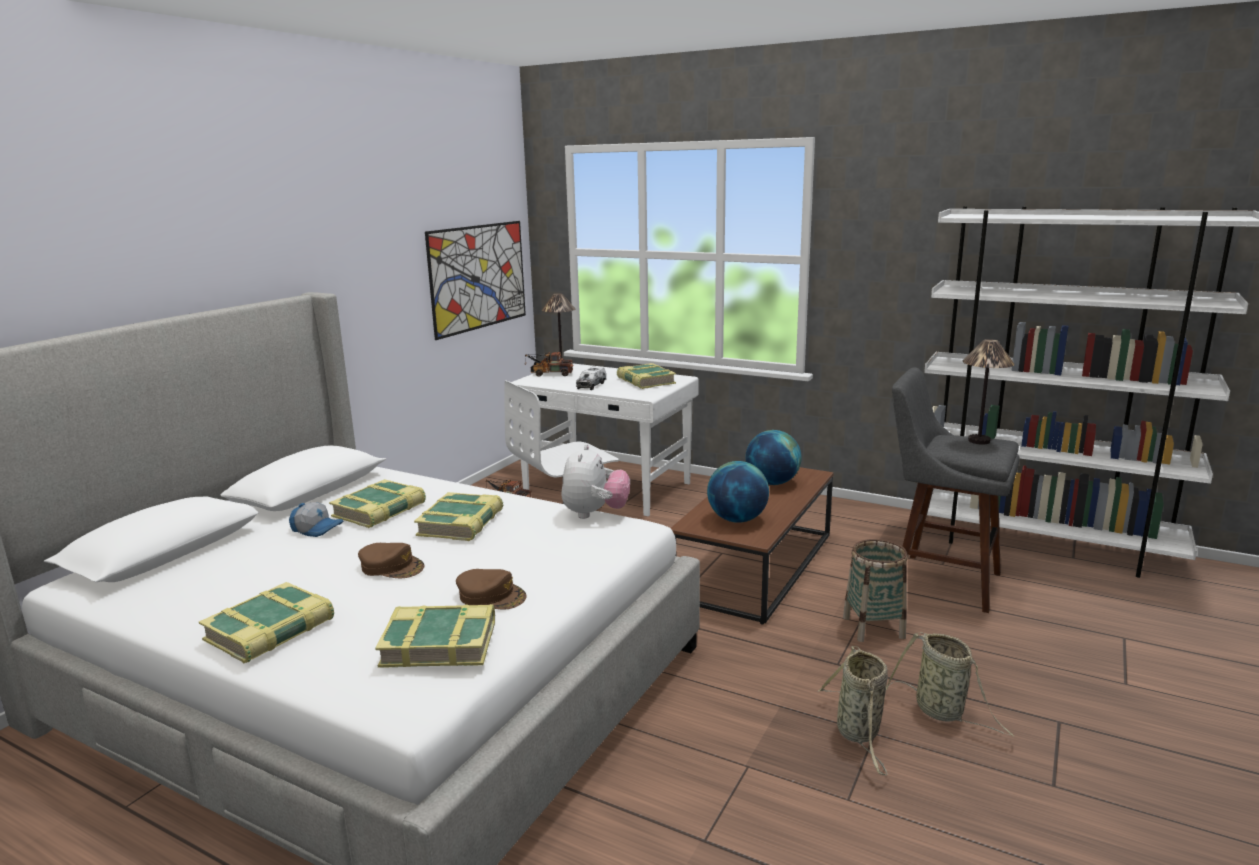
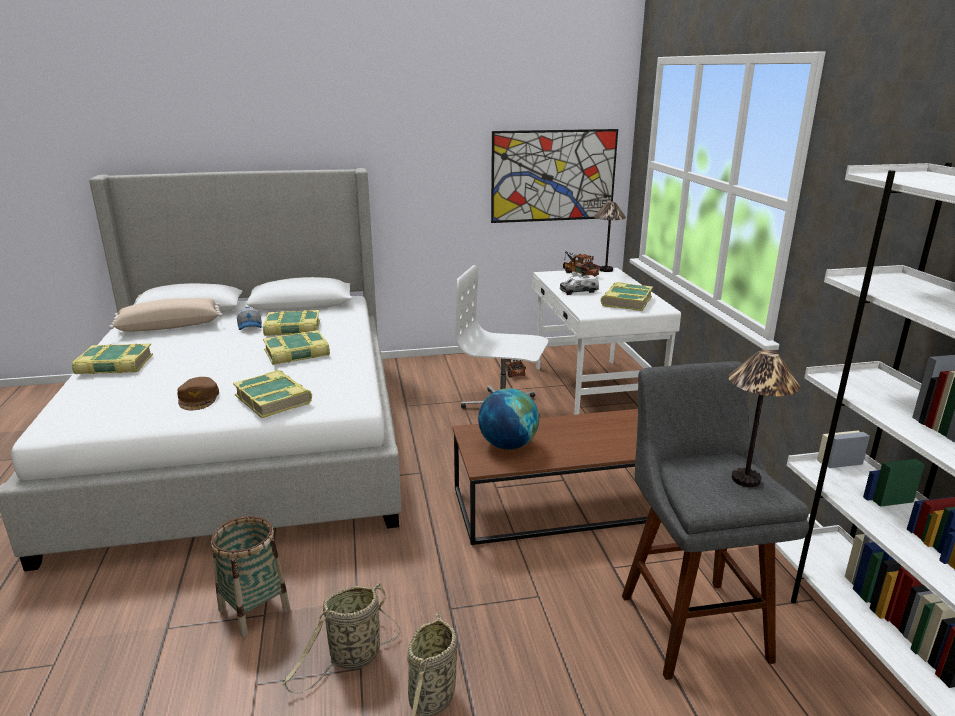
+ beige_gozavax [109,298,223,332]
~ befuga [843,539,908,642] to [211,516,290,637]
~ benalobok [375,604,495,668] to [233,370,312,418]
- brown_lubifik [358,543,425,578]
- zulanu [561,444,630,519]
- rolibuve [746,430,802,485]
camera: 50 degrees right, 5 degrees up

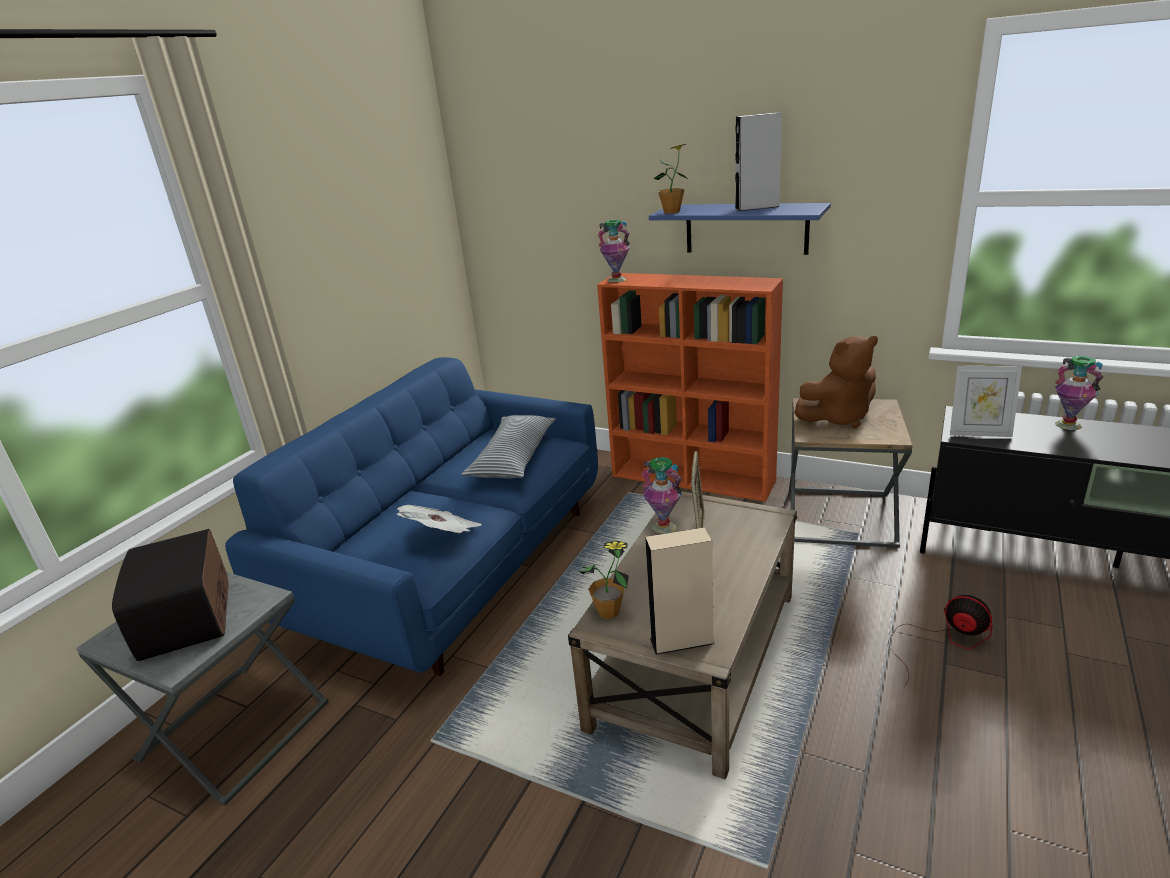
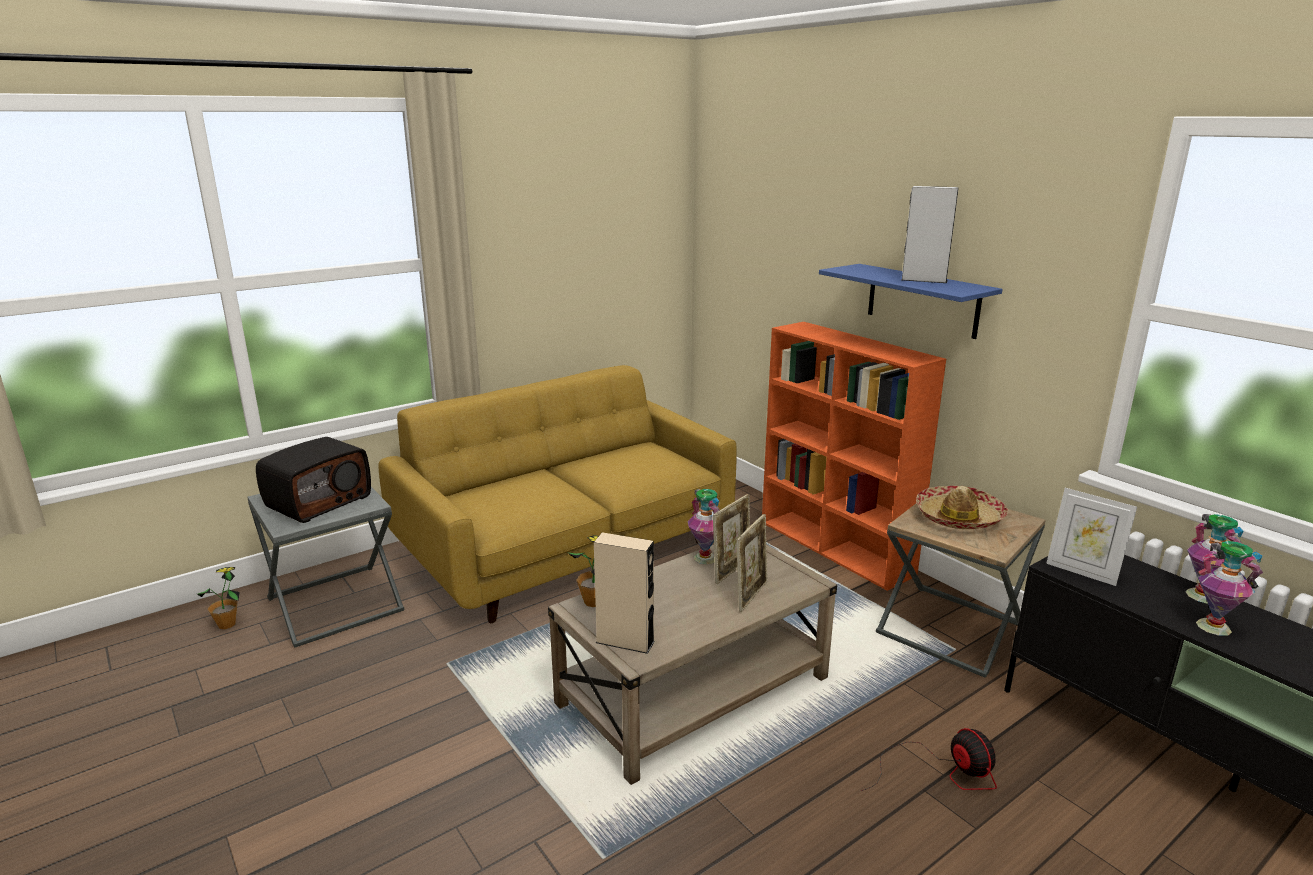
~ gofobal [653,144,686,214] to [197,567,240,629]
~ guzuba [112,529,229,661] = [256,437,371,523] 150 degrees counterclockwise
~ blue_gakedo [225,357,598,676] to yellow_gakedo [378,365,737,623]
+ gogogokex [736,514,768,612]
~ brown_zulanu [795,336,878,428] to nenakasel [916,486,1008,529]
~ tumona [598,220,630,283] to [1196,541,1263,636]
- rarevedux [396,505,482,533]
- gozavax [461,415,556,479]
camera: 25 degrees right, 5 degrees down

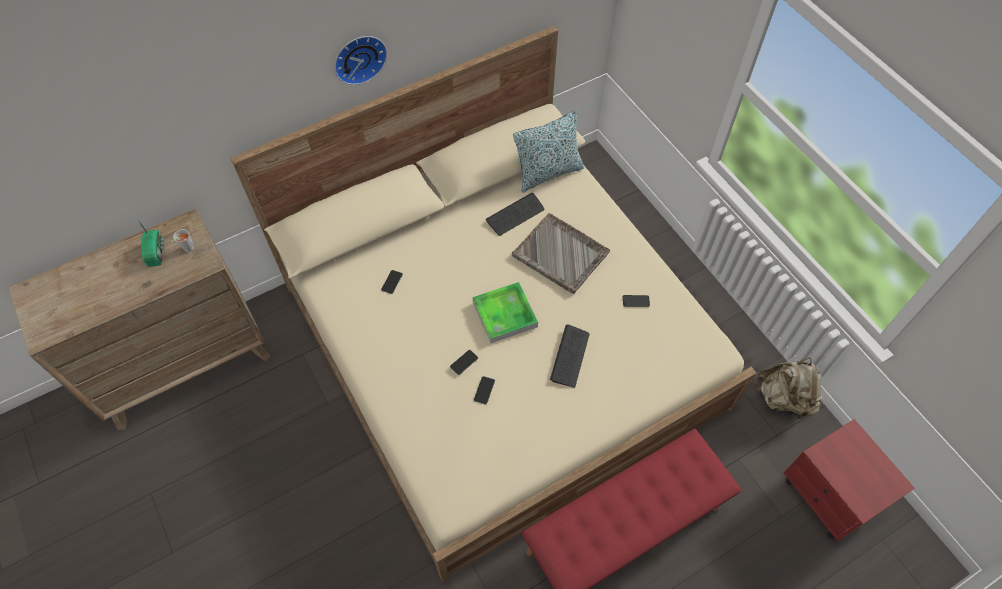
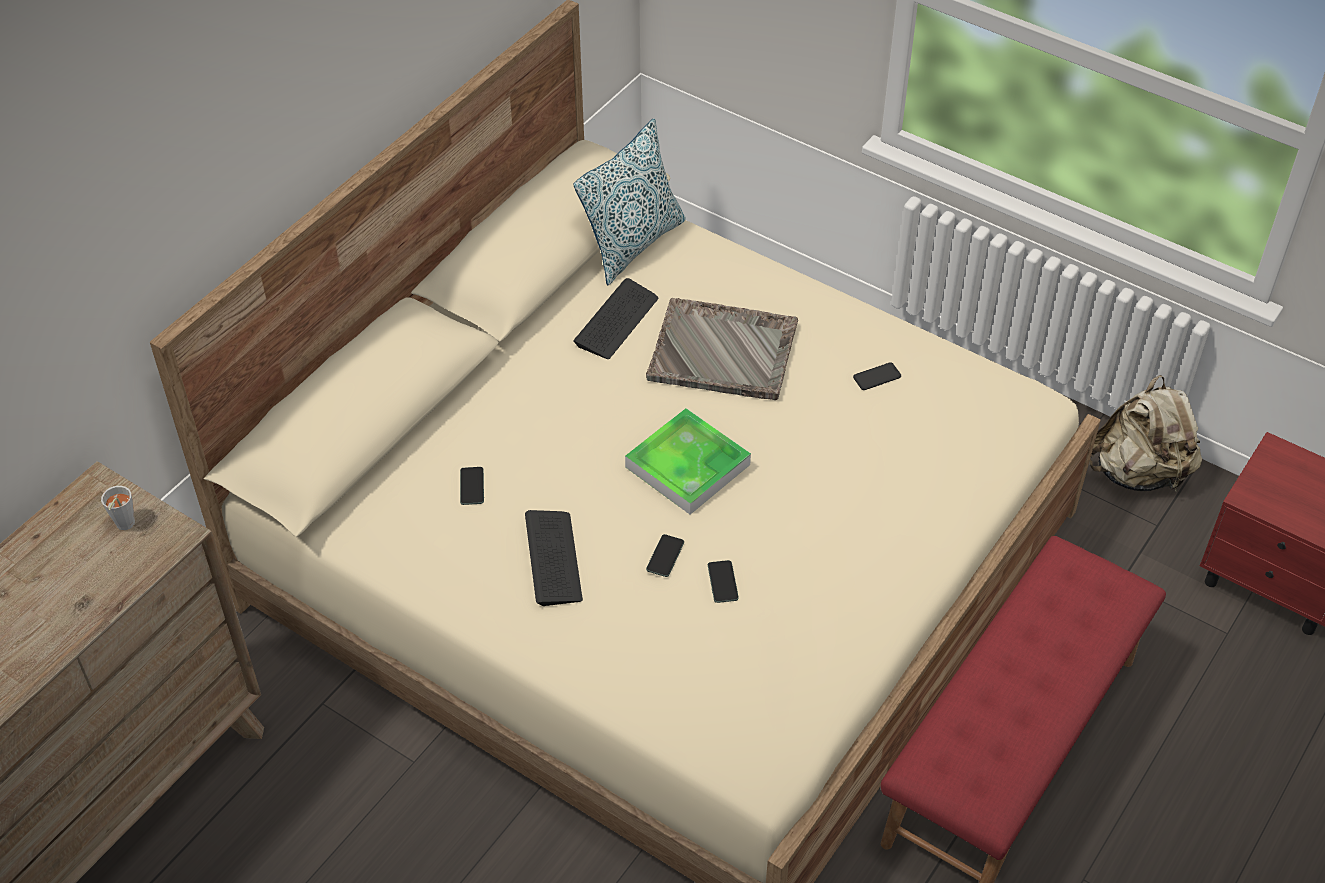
~ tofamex [550,324,590,388] to [525,510,583,606]
- guzuba [136,217,165,267]
- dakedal [334,36,387,85]
camera: 25 degrees left, 10 degrees down

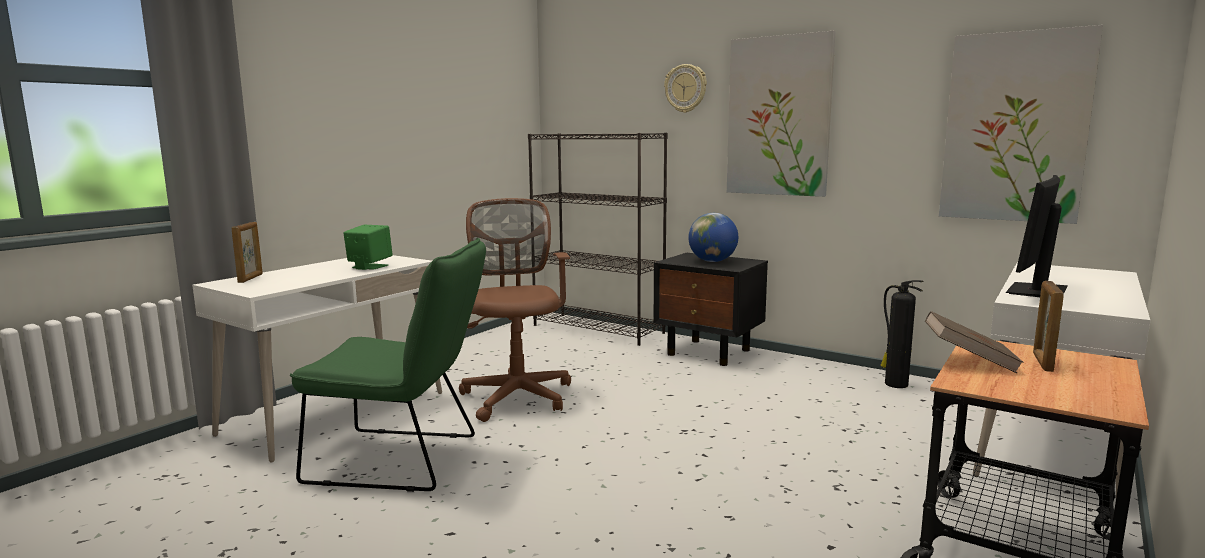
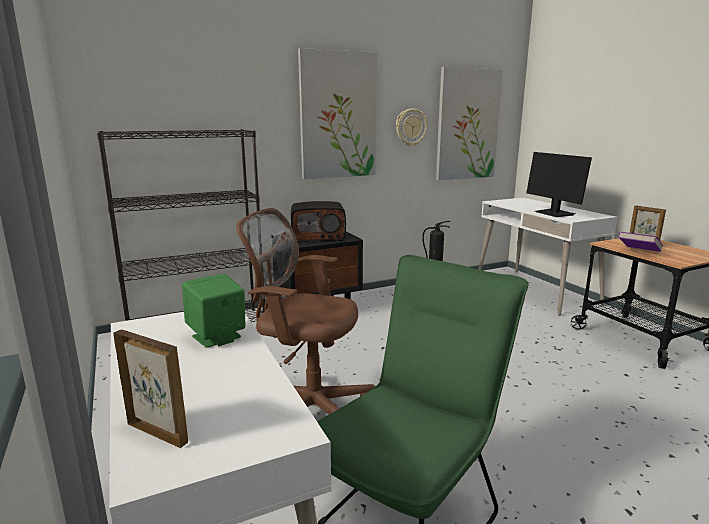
~ rolibuve [688,213,738,262] to guzuba [291,201,346,243]
~ dakedal [664,64,707,113] to [396,109,428,147]
~ brown_benalobok [925,311,1024,373] to purple_benalobok [618,232,663,252]
camera: 60 degrees left, 5 degrees up

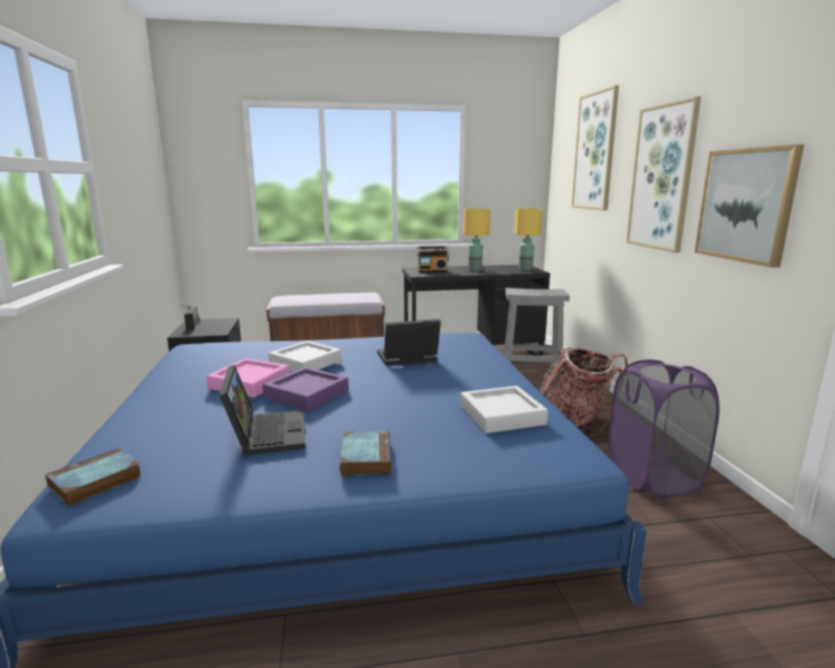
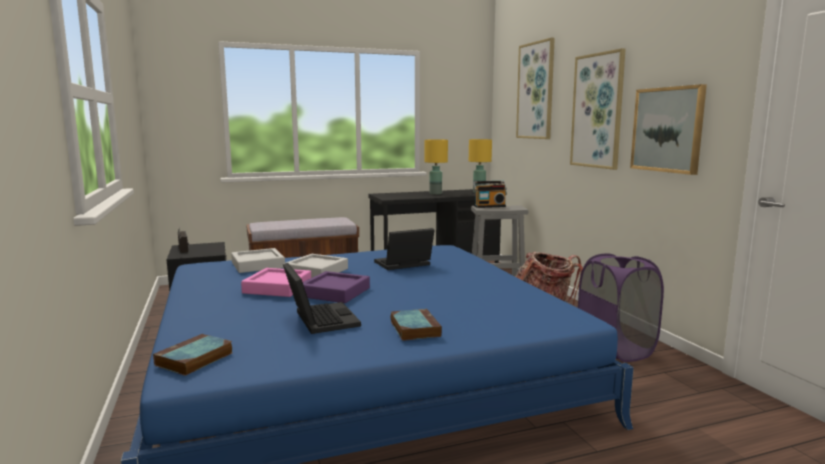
~ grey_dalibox [461,386,548,433] to [231,248,285,273]
~ guzuba [417,246,450,273] to [473,181,507,208]
camera: 10 degrees left, 5 degrees down

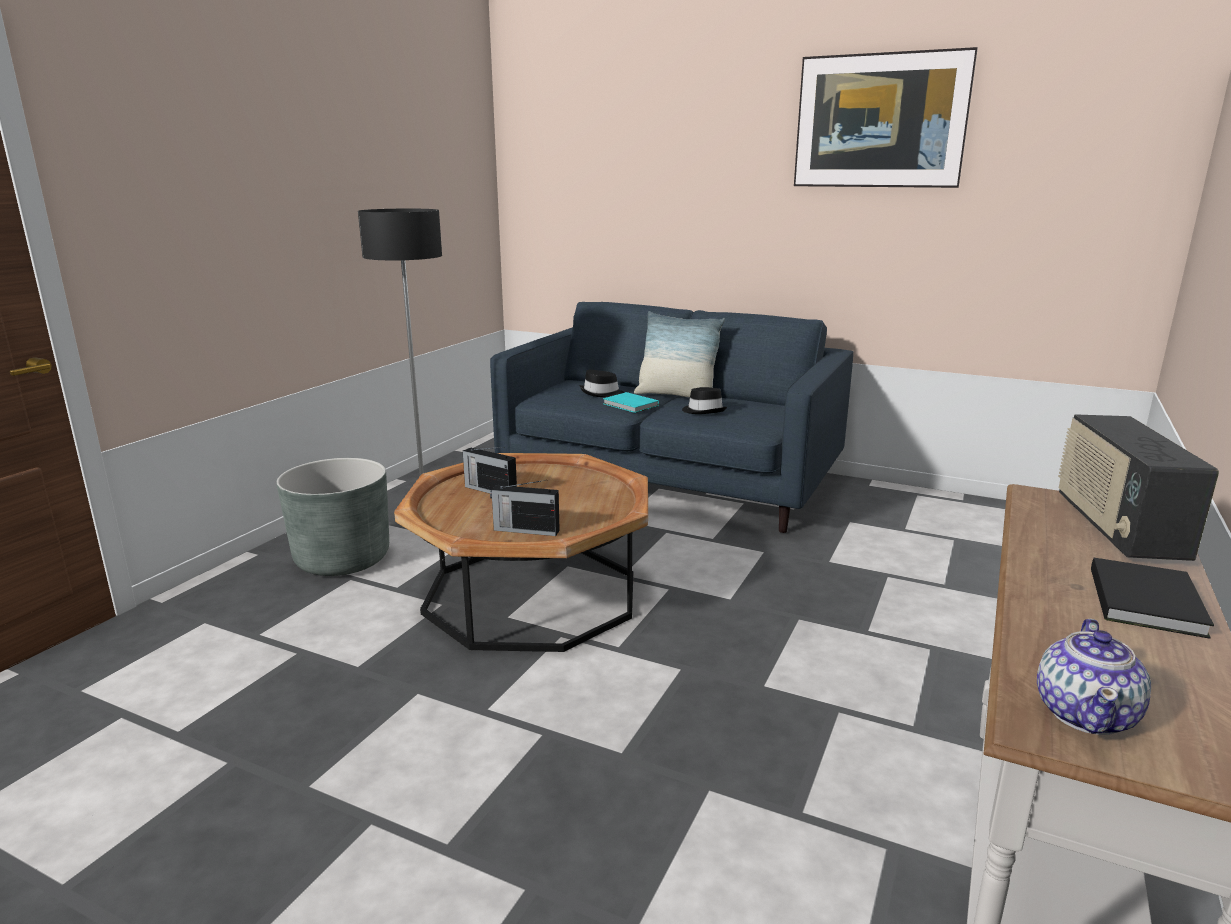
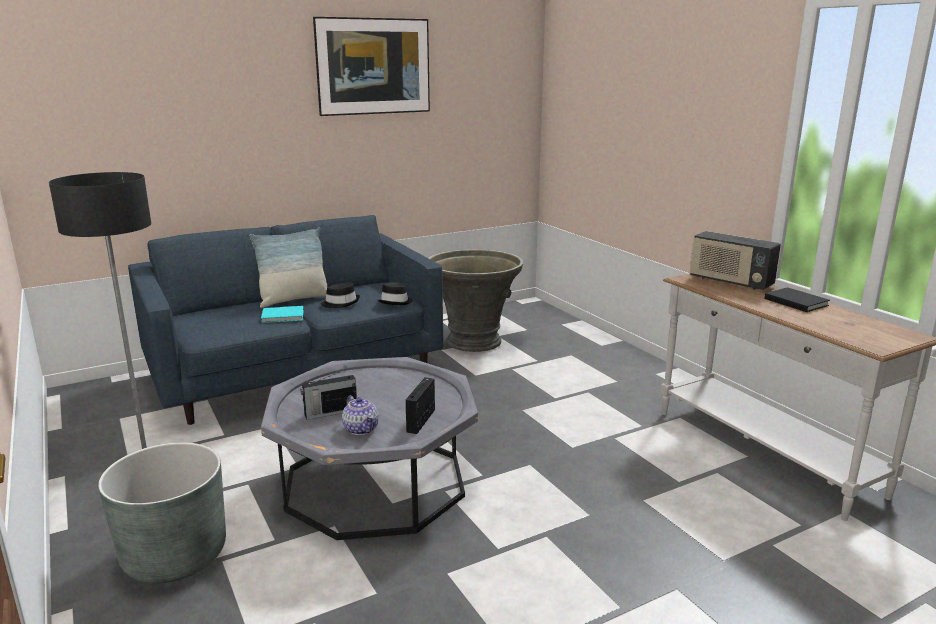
~ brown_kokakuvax [394,453,648,652] to grey_kokakuvax [261,357,478,540]
~ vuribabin [1037,618,1151,735] to [342,395,379,435]
~ black_nenakasel [580,370,624,397] to [377,282,413,305]
~ guzuba [490,480,560,536] = [405,377,435,434] 150 degrees clockwise
+ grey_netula [428,249,524,352]
camera: 55 degrees left, 0 degrees up

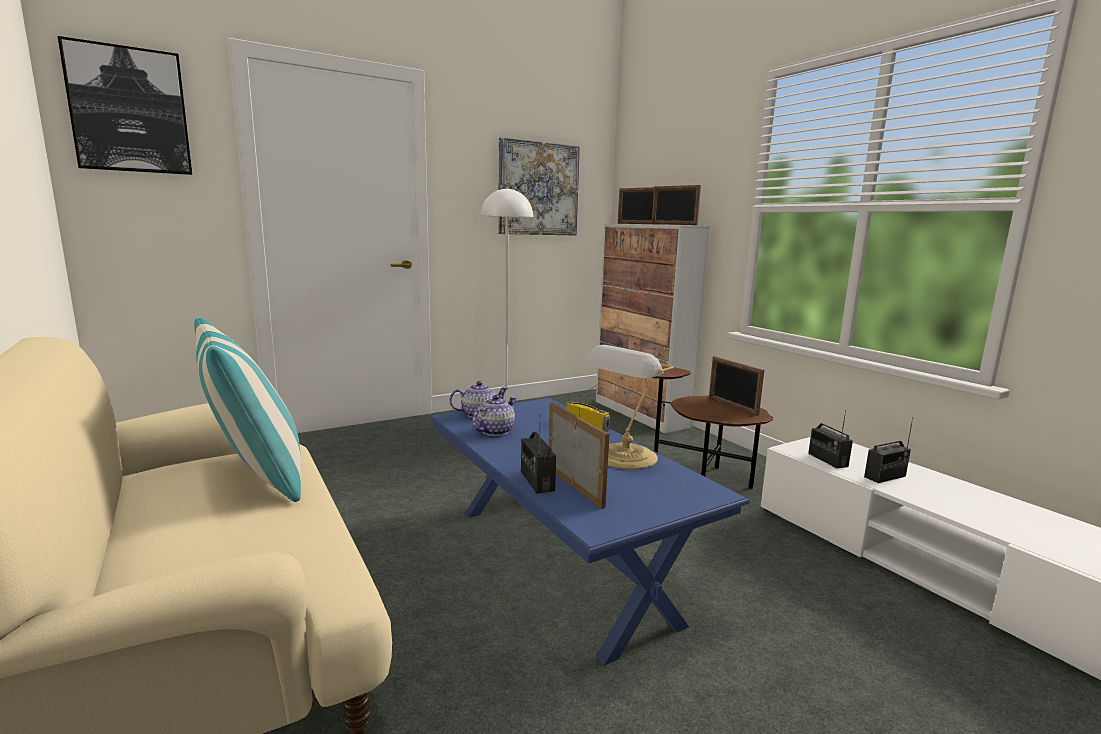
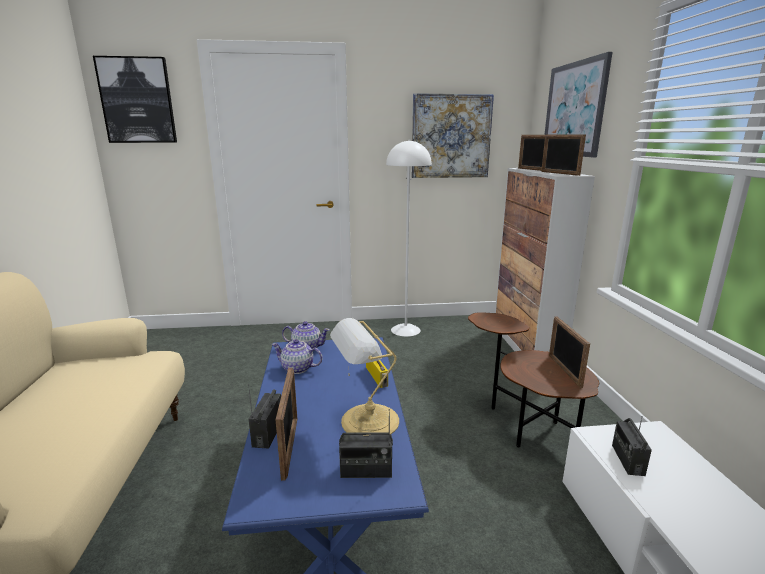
~ vuribabin [472,395,516,436] = [271,339,323,374] 135 degrees counterclockwise
~ guzuba [864,417,913,483] to [339,409,393,478]
+ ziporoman [545,52,612,157]
- gozavax [194,317,301,502]
camera: 25 degrees right, 5 degrees up

